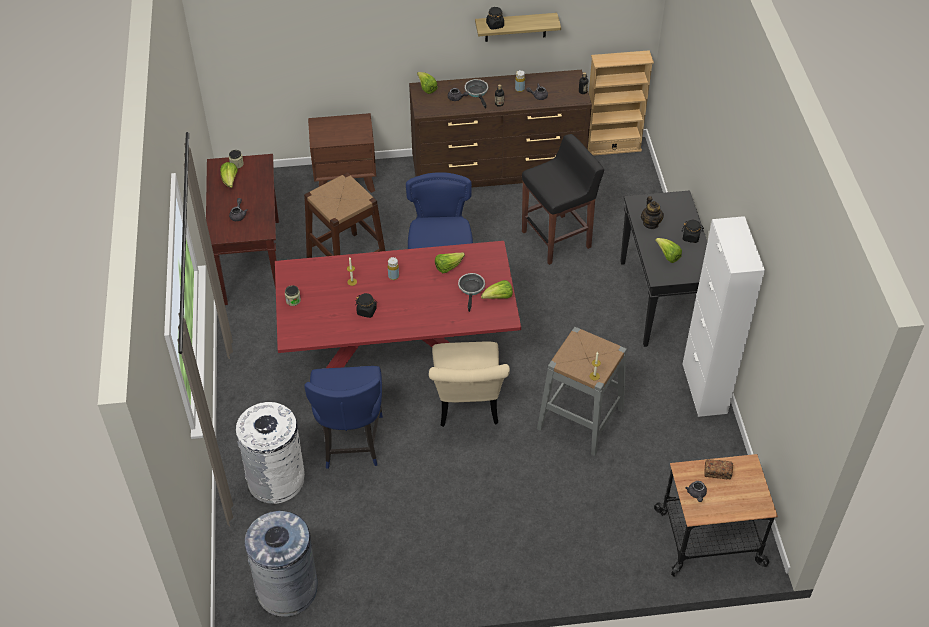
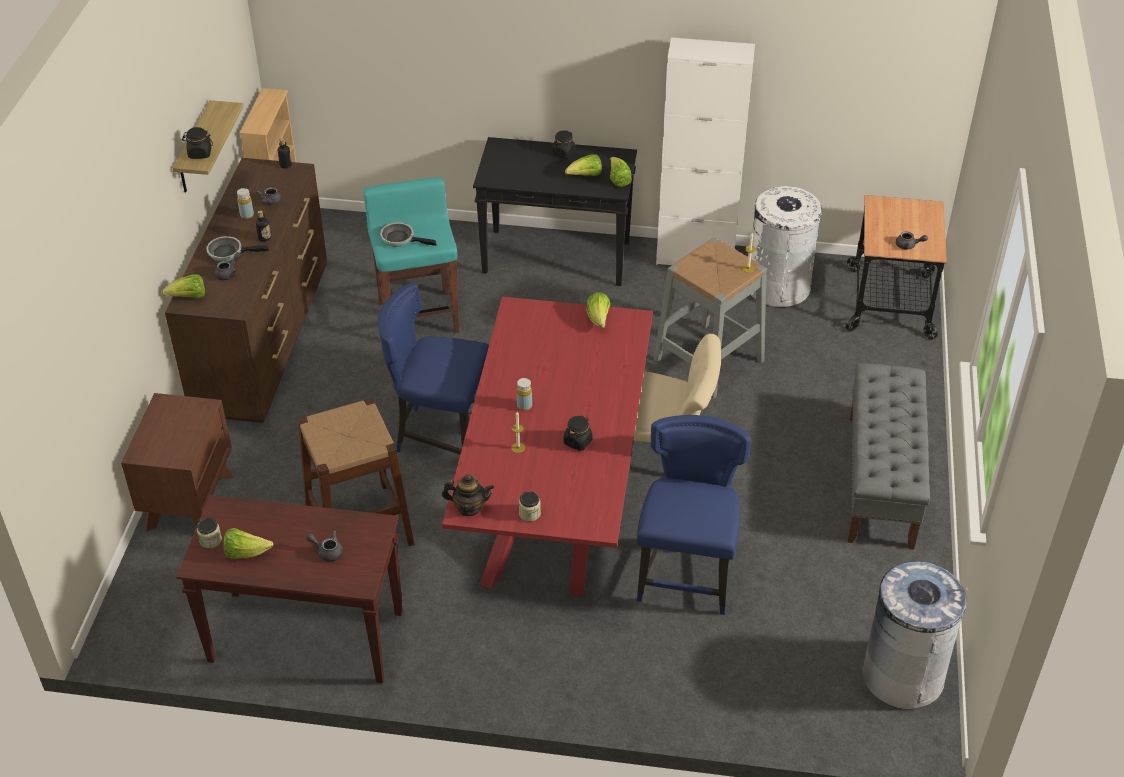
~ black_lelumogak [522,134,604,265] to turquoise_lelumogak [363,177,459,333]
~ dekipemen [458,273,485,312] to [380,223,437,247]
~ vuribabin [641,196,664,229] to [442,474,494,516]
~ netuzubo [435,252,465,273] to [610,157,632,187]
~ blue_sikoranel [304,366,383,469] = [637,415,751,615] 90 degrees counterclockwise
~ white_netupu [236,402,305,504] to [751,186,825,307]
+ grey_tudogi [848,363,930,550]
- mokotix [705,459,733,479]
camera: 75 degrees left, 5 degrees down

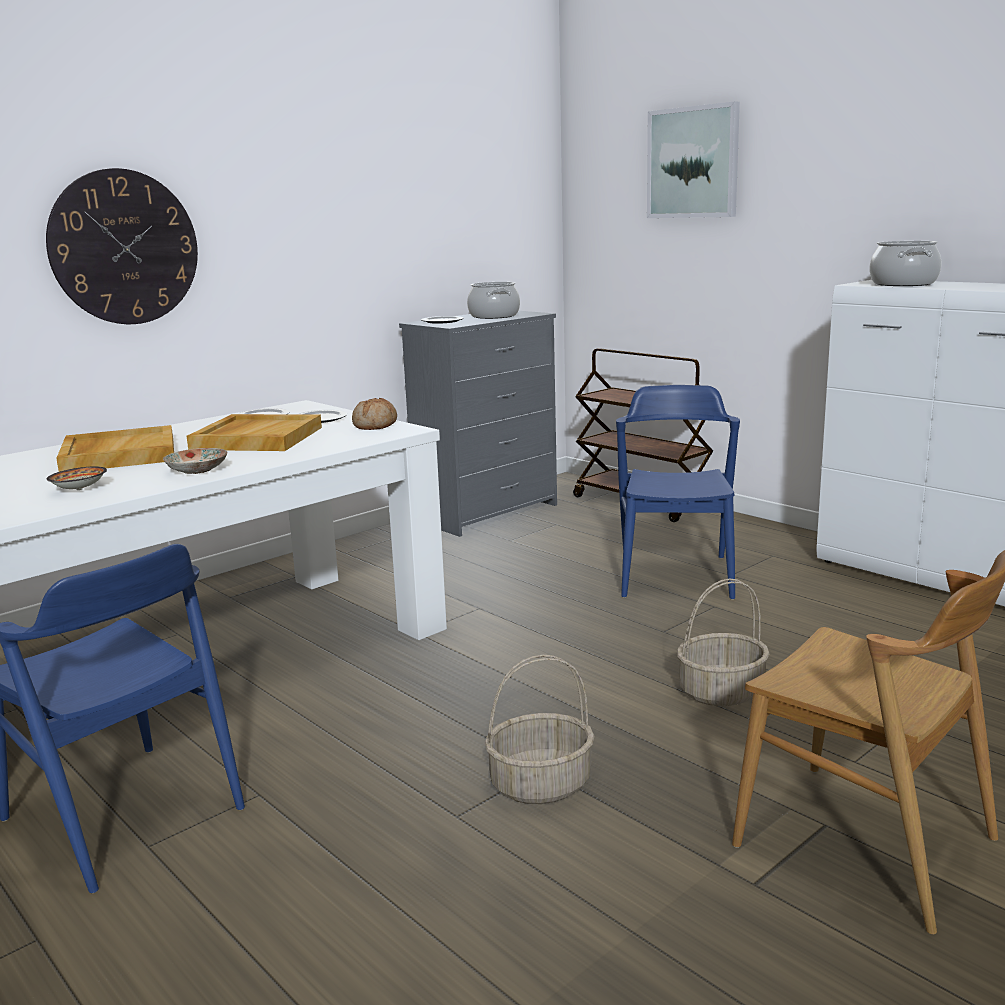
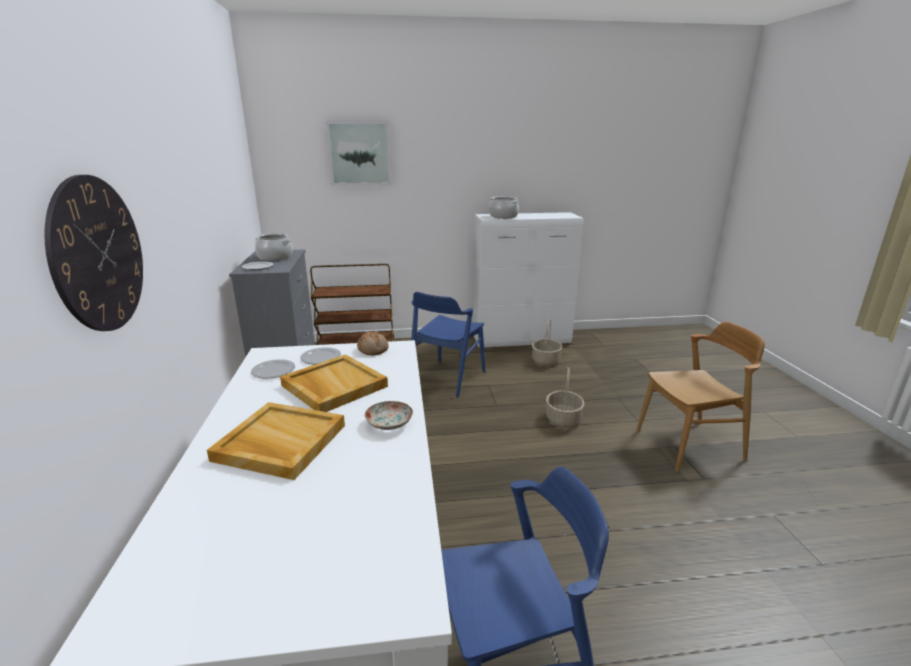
~ blue_sikoranel [616,385,740,600] = [411,292,485,398] 105 degrees counterclockwise
~ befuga [485,655,594,804] to [532,318,562,366]
- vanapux [47,466,107,490]
camera: 55 degrees left, 5 degrees up

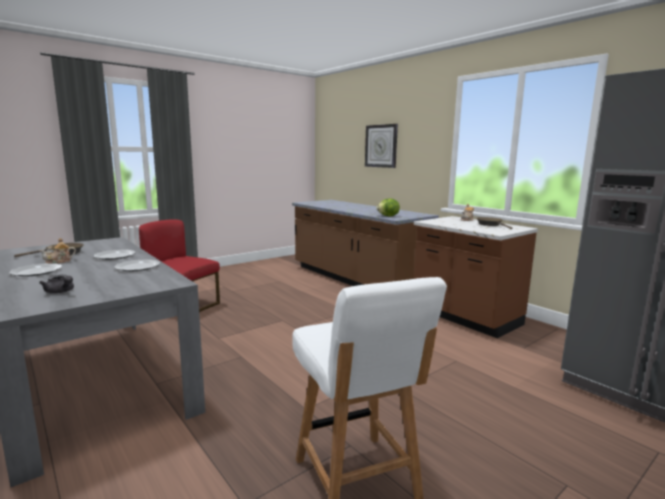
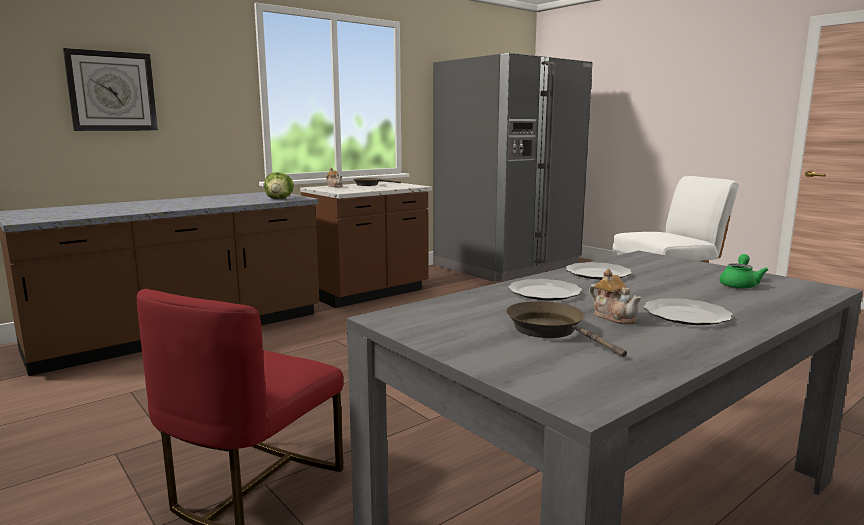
~ grey_vuribabin [39,275,74,294] to green_vuribabin [719,254,768,289]
camera: 90 degrees left, 0 degrees up

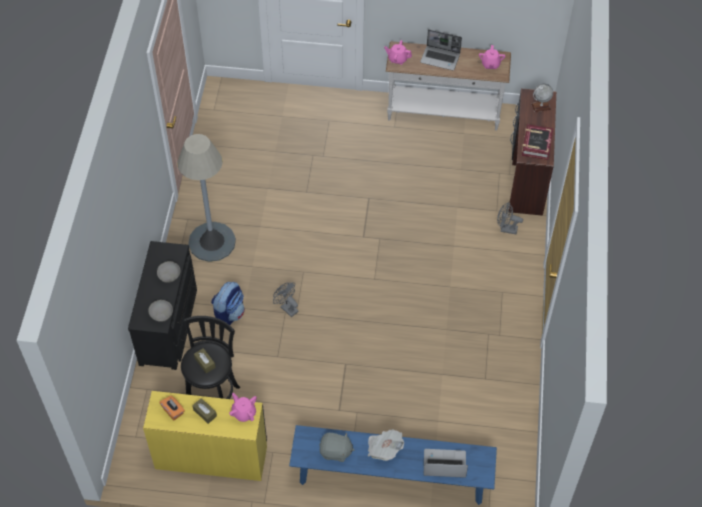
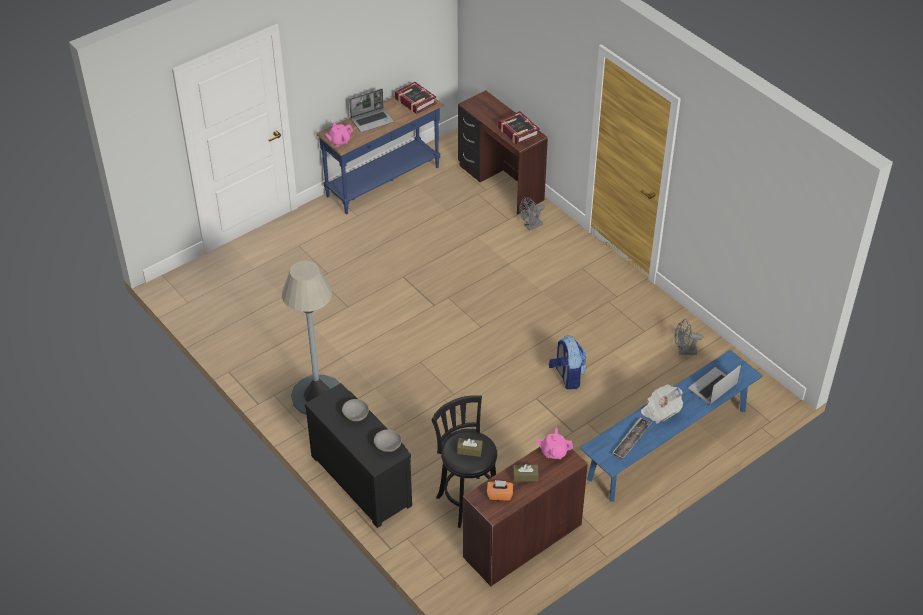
~ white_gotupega [386,41,511,131] to blue_gotupega [316,96,444,214]
~ pink_vuribabin [479,45,505,69] to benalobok [395,82,436,114]
~ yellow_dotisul [143,391,267,481] to brown_dotisul [463,444,588,586]
~ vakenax [211,282,245,325] to [549,336,586,389]
~ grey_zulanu [319,433,354,462] to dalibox [612,417,652,459]
~ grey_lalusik [273,283,299,317] to [675,319,703,355]
- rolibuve [531,84,553,112]
camera: 45 degrees left, 10 degrees down

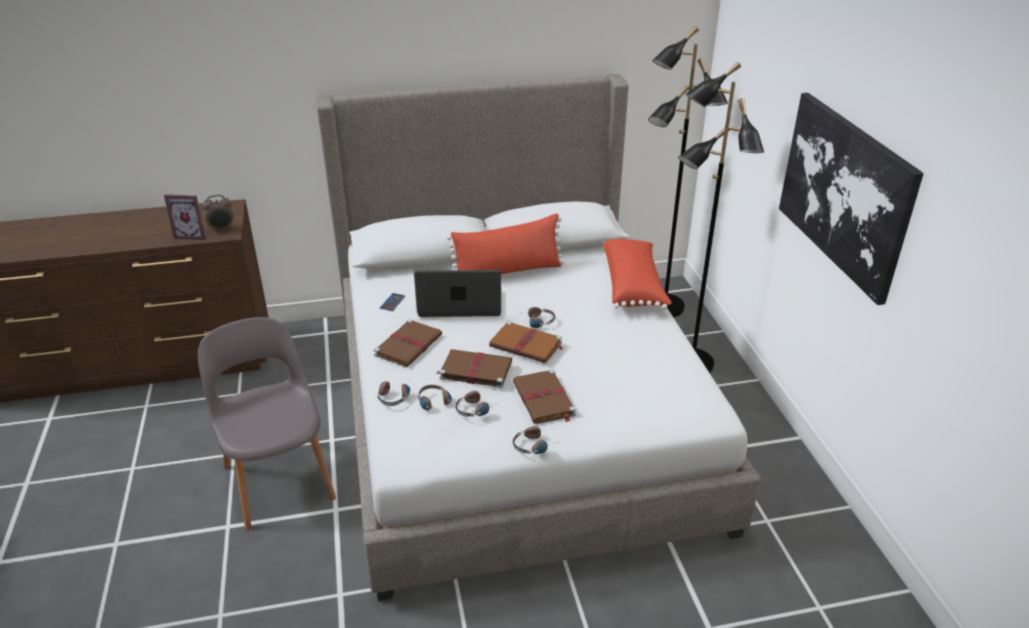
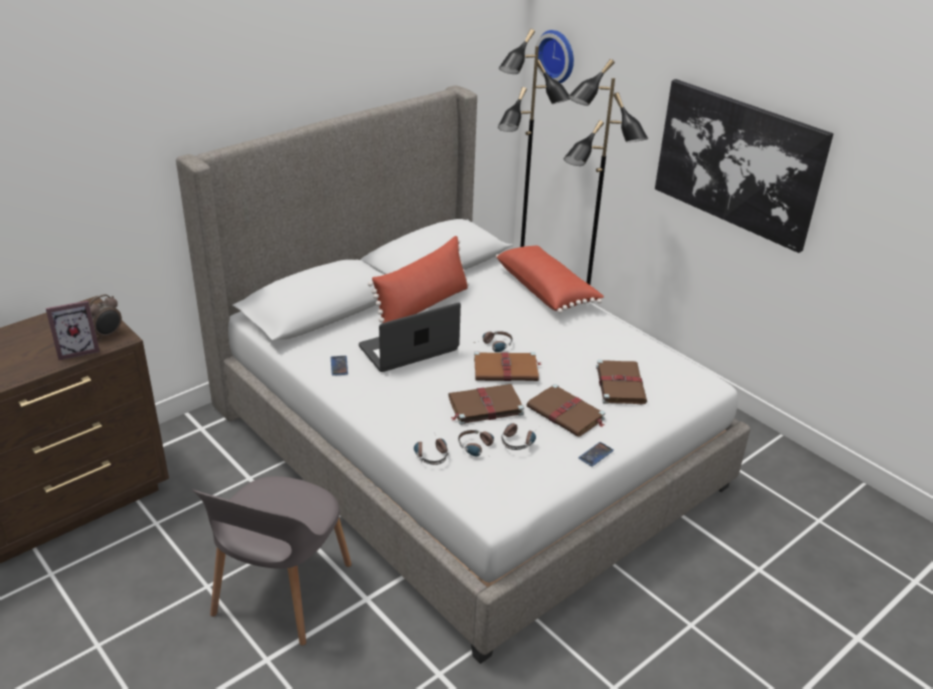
~ grey_sikoranel [198,317,336,530] = [192,476,352,646] 105 degrees counterclockwise
+ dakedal [534,30,574,83]
~ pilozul [512,426,562,454] to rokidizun [579,442,614,467]
~ brown_benalobok [374,319,442,367] to [596,360,647,404]
camera: 30 degrees left, 0 degrees up

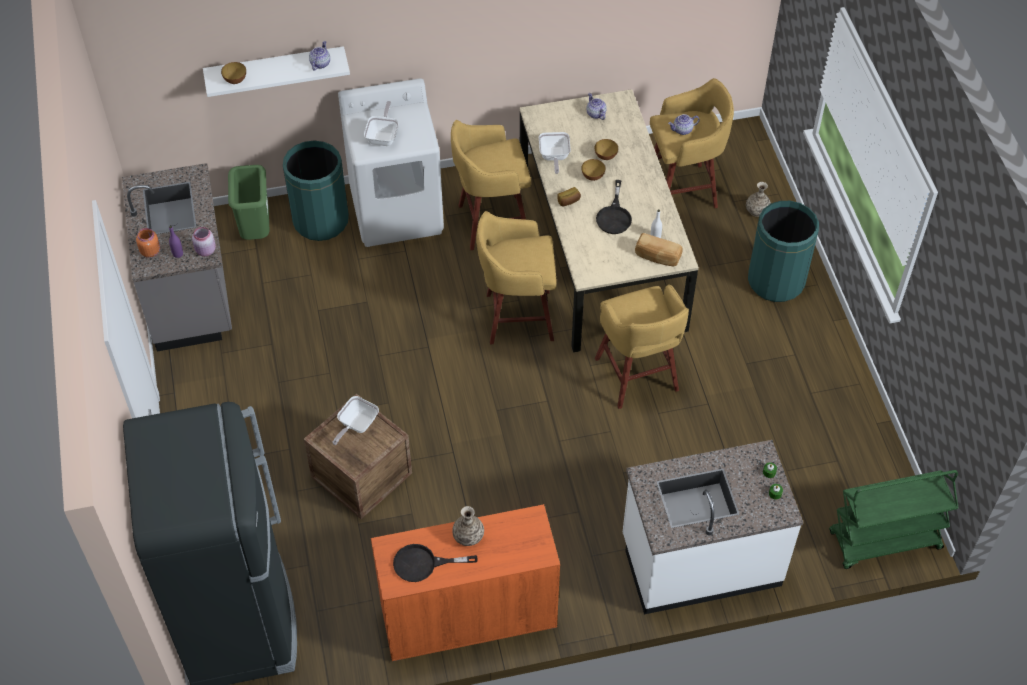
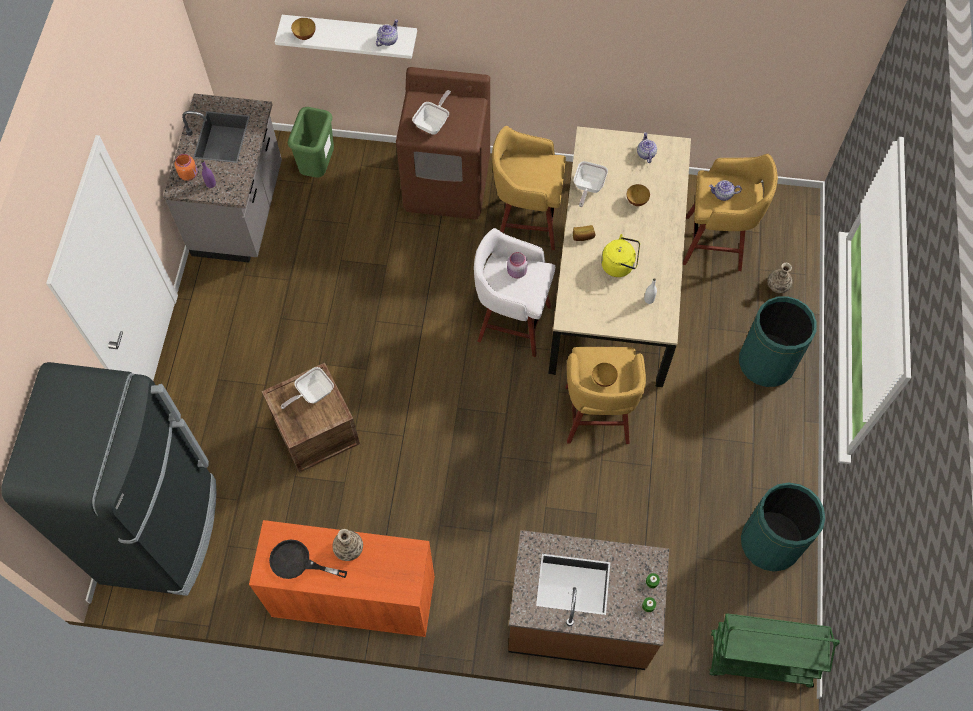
~ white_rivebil [338,78,444,247] to brown_rivebil [396,67,490,219]
~ yellow_lelumogak [476,211,557,344] to white_lelumogak [474,228,555,357]
~ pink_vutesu [192,227,216,256] to [507,252,528,278]
~ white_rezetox [623,440,803,615] to brown_rezetox [508,530,669,670]
~ vanapux [581,159,606,181] to [592,363,618,387]
~ black_dekipemen [596,180,632,234] to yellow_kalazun [601,234,640,277]
~ green_netupu [283,140,349,241] to [741,483,825,572]
- mokotix [635,233,682,266]
camera: 20 degrees right, 10 degrees up

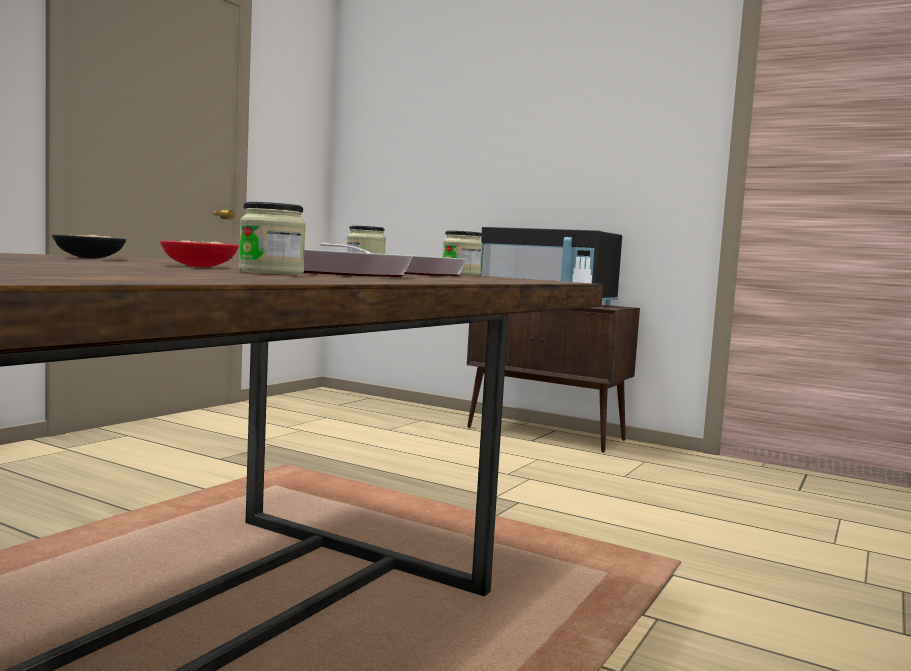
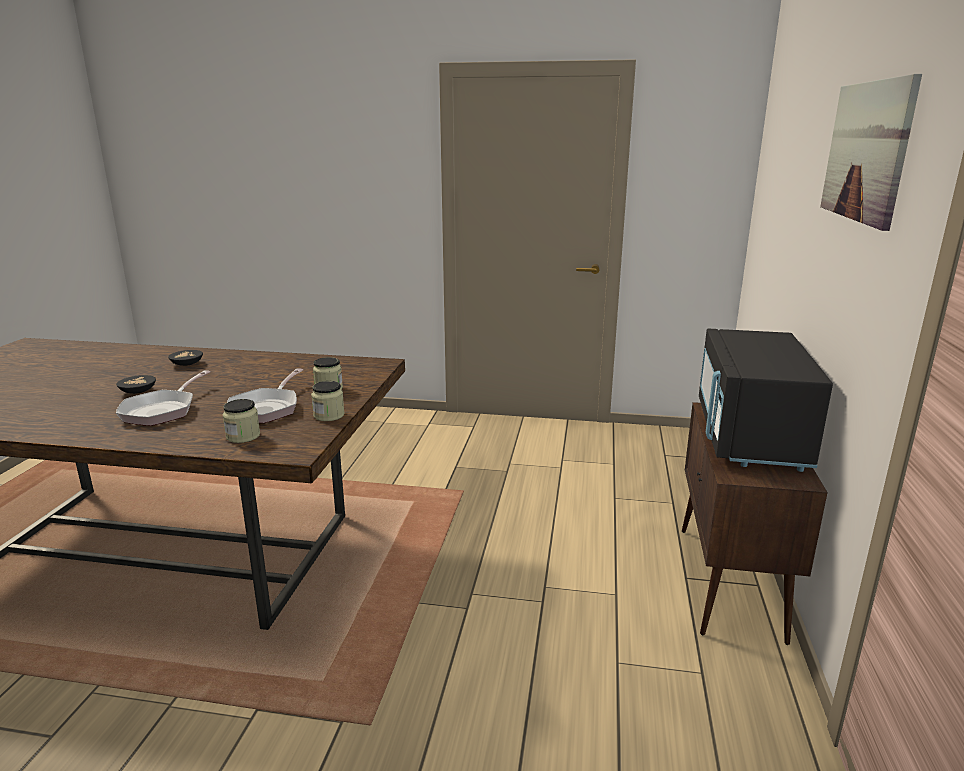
~ red_vanapux [160,241,239,267] to black_vanapux [116,375,156,394]
~ vutesu [239,202,306,275] to [222,399,260,443]
+ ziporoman [820,74,922,231]
camera: 70 degrees right, 15 degrees up

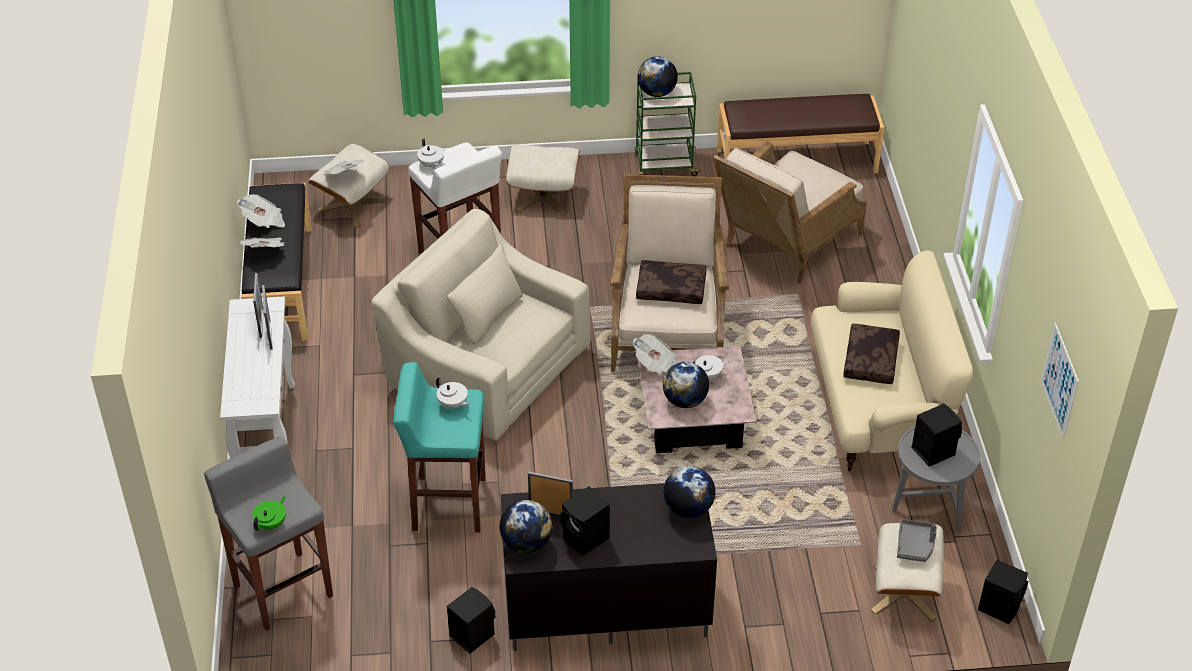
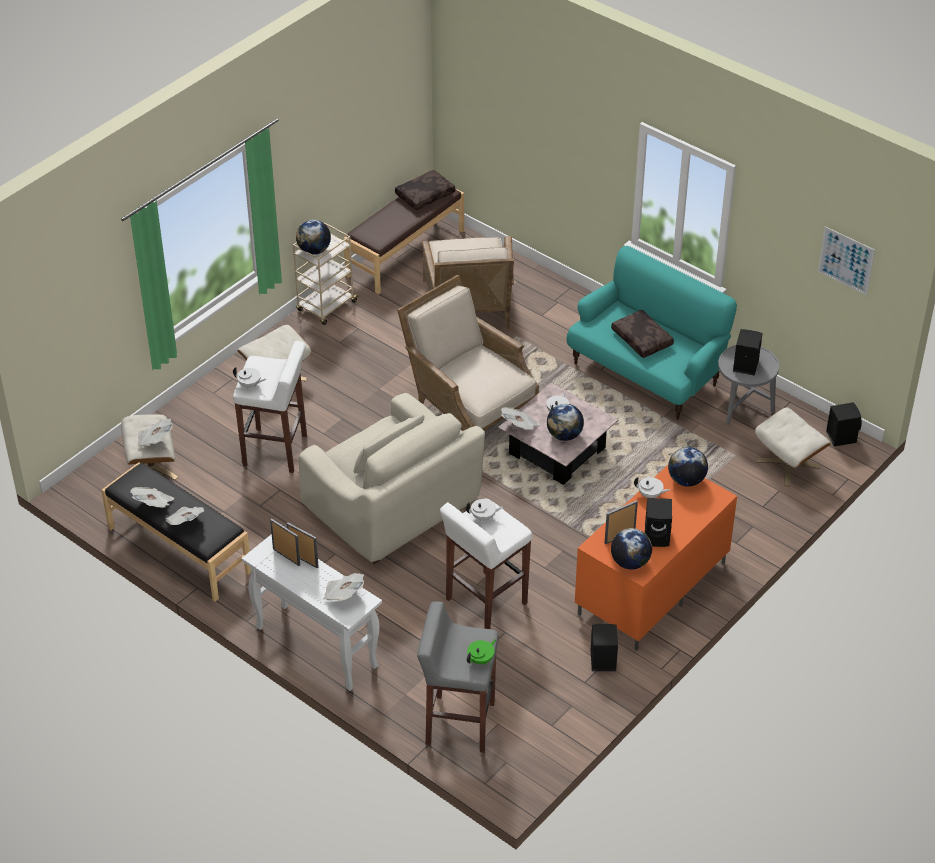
~ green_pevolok [634,72,701,176] to beige_pevolok [293,222,358,325]
~ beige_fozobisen [372,209,590,441] = [299,393,485,564] 120 degrees counterclockwise
+ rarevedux [323,573,364,601]
~ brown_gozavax [636,260,706,304] to [395,170,455,210]
~ turquoise_lelumogak [393,362,486,533] to white_lelumogak [440,499,532,629]
~ green_vuribabin [252,496,286,531] = [467,639,496,664] 60 degrees clockwise
~ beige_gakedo [811,250,973,471] to turquoise_gakedo [567,246,737,420]
~ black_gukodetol [501,483,717,651] to orange_gukodetol [575,465,737,651]
+ white_vuribabin [634,477,670,498]
- grey_dalibox [897,519,937,562]
camera: 45 degrees left, 0 degrees up

